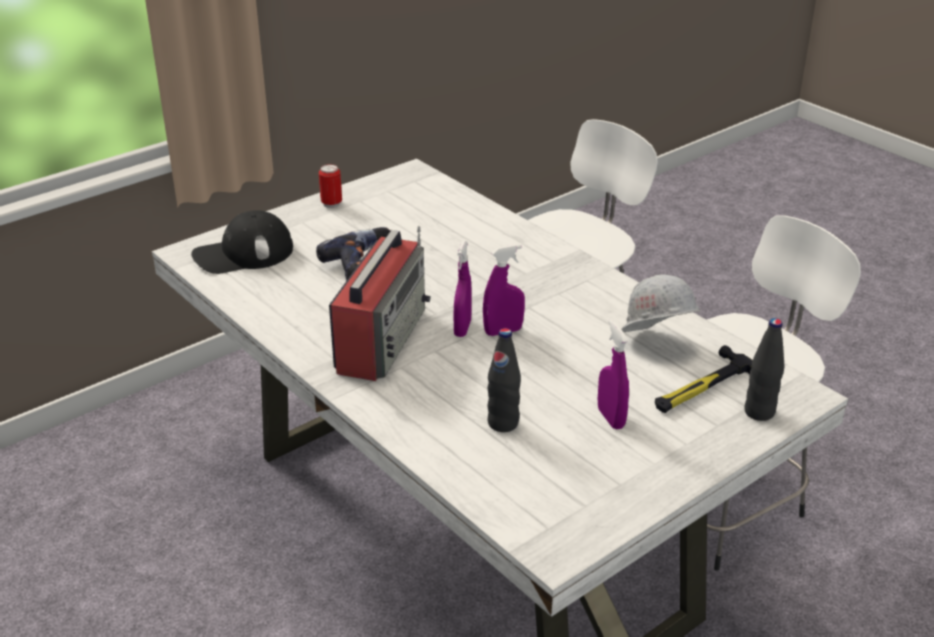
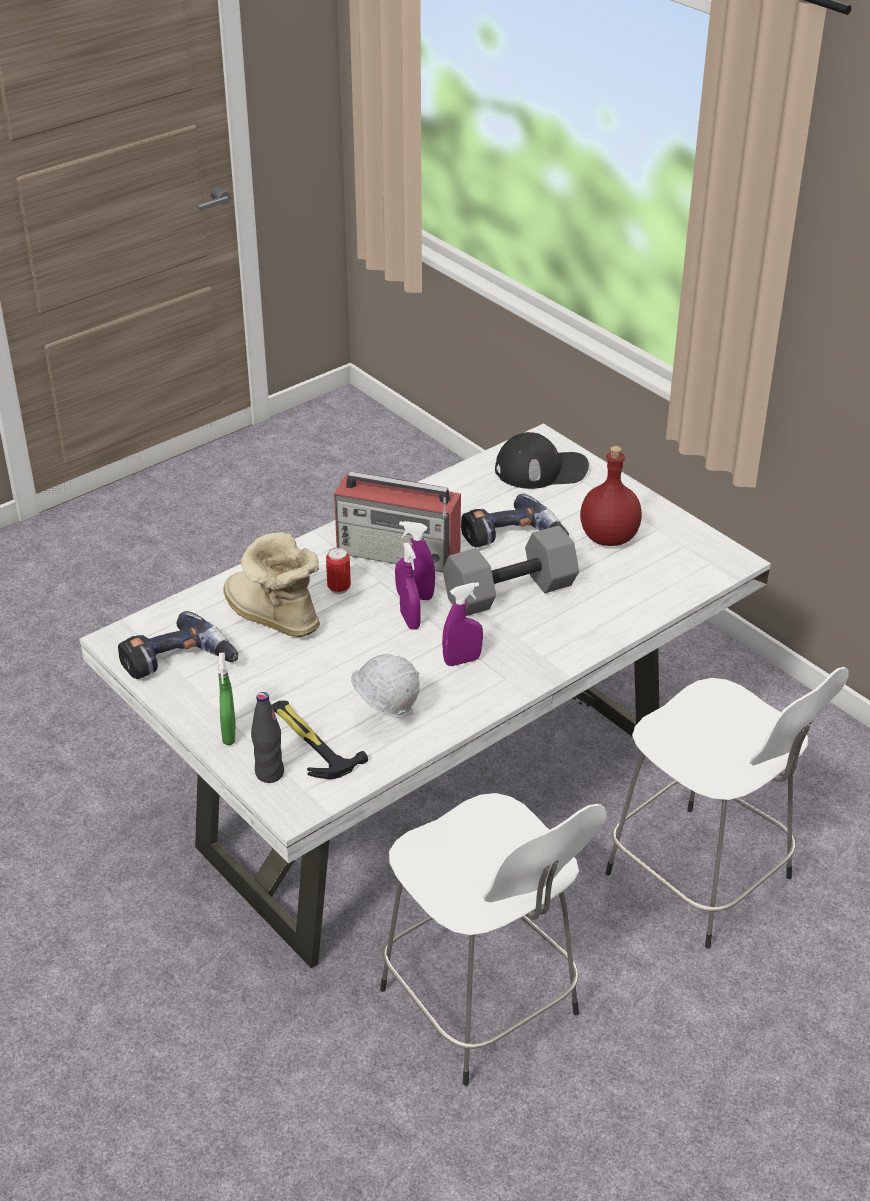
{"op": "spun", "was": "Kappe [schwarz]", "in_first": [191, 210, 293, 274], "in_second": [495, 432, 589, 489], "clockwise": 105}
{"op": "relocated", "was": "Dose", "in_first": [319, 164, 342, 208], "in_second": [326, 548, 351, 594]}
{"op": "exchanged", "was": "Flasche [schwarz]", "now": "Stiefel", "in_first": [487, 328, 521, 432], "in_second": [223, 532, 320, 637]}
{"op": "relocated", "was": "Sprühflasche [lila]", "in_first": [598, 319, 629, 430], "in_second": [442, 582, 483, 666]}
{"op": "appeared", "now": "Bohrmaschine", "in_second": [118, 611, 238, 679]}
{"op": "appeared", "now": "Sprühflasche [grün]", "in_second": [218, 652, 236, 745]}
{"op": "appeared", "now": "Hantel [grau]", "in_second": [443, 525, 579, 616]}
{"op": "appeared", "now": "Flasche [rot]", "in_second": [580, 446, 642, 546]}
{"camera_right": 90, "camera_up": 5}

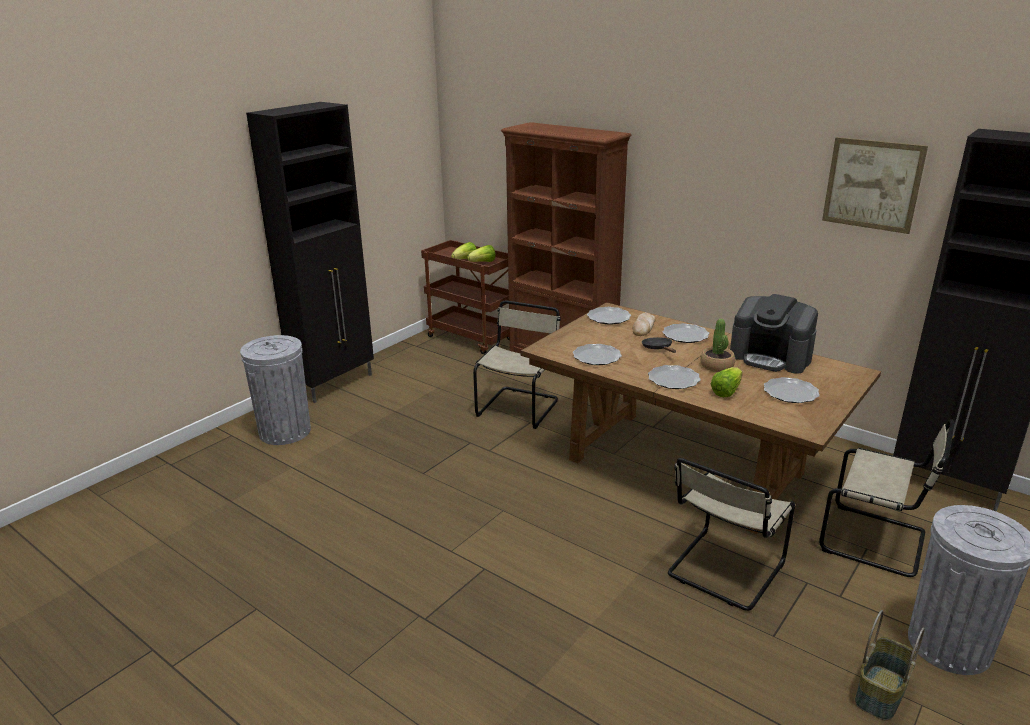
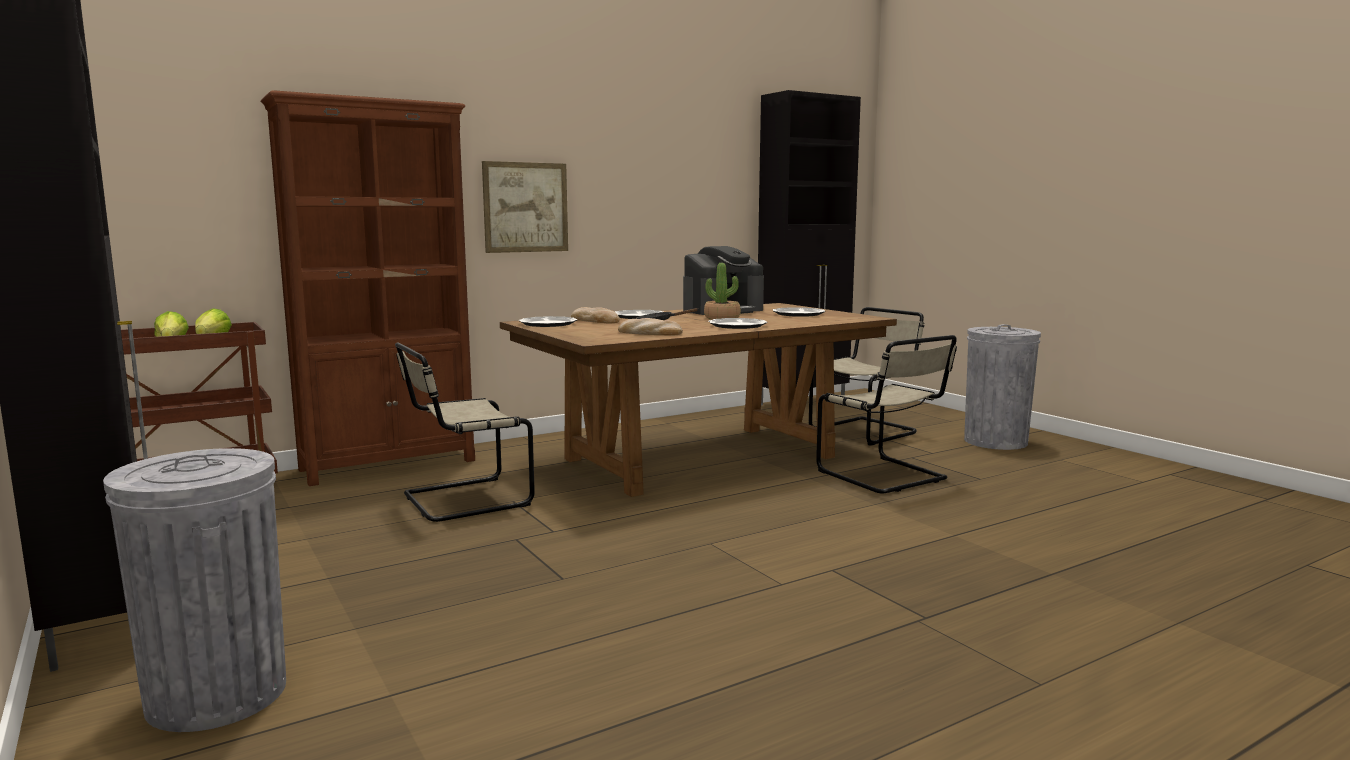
{"op": "spun", "was": "Stuhl [beige]", "in_first": [473, 300, 561, 429], "in_second": [395, 342, 535, 522], "clockwise": -75}
{"op": "exchanged", "was": "Teller", "now": "Brot", "in_first": [573, 344, 622, 365], "in_second": [618, 318, 683, 336]}
{"op": "missing", "was": "Salatkopf", "in_first": [711, 367, 743, 397]}
{"op": "relocated", "was": "Bild", "in_first": [822, 137, 928, 234], "in_second": [482, 161, 568, 253]}
{"op": "missing", "was": "Korb", "in_first": [855, 610, 925, 721]}
{"camera_right": -70, "camera_up": -15}

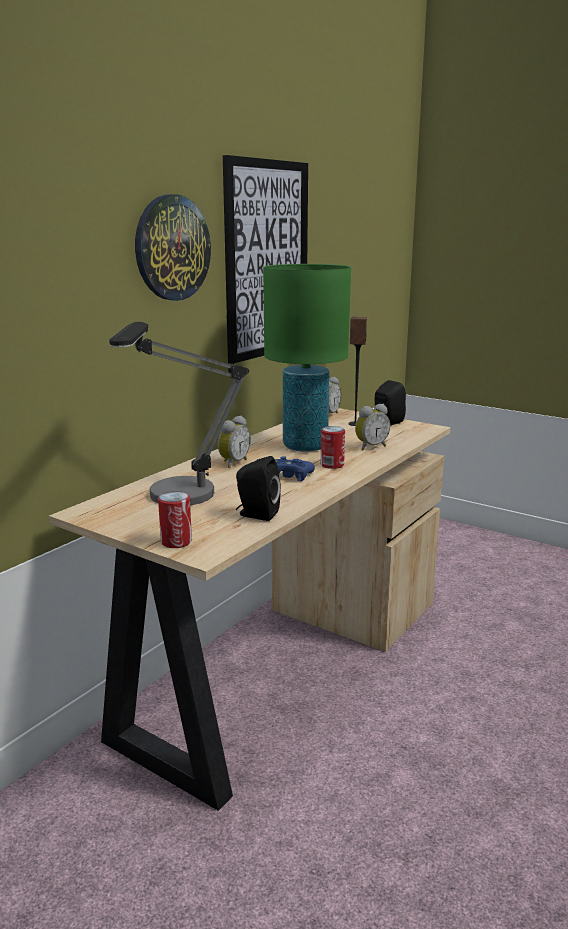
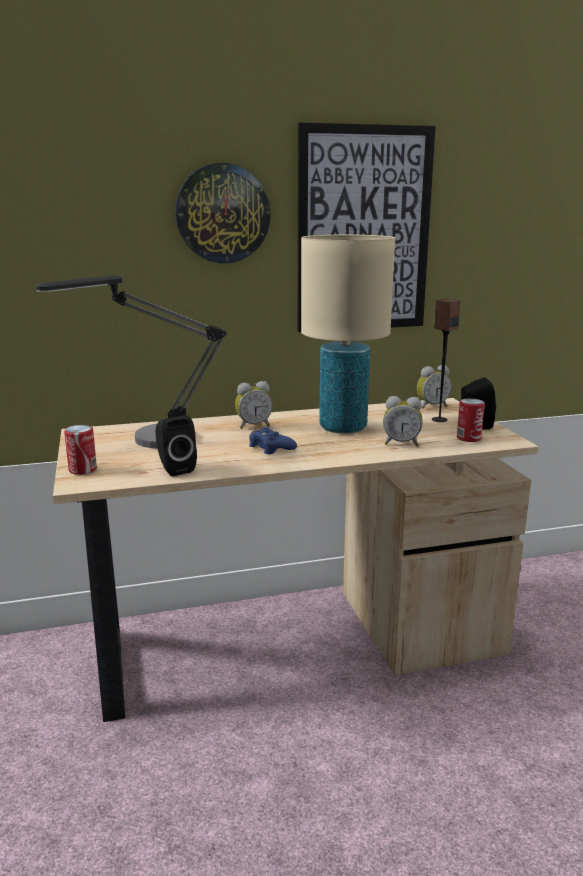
{"op": "colour", "was": "Tischlampe [grün]", "now": "Tischlampe [beige]", "in_first": [263, 264, 351, 452], "in_second": [301, 235, 395, 434]}
{"op": "relocated", "was": "Dose", "in_first": [321, 426, 345, 469], "in_second": [457, 398, 485, 442]}
{"camera_right": 40, "camera_up": 0}

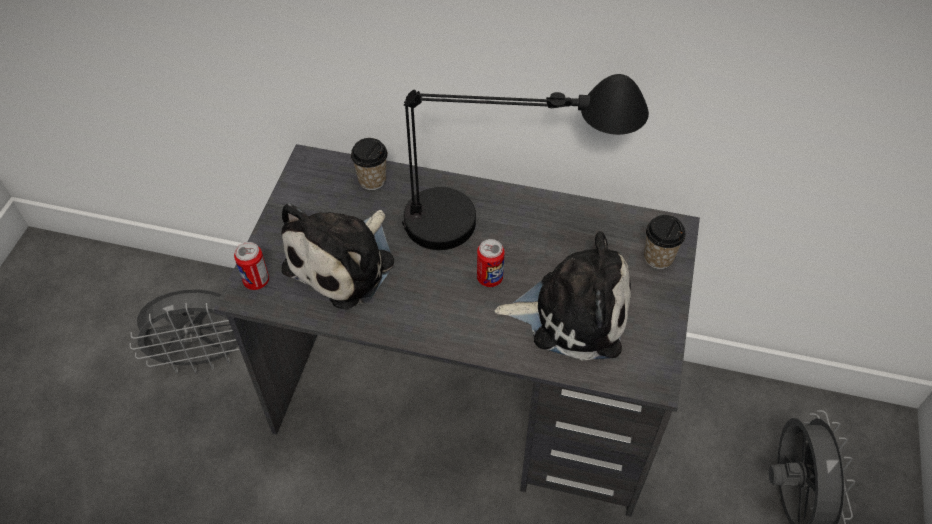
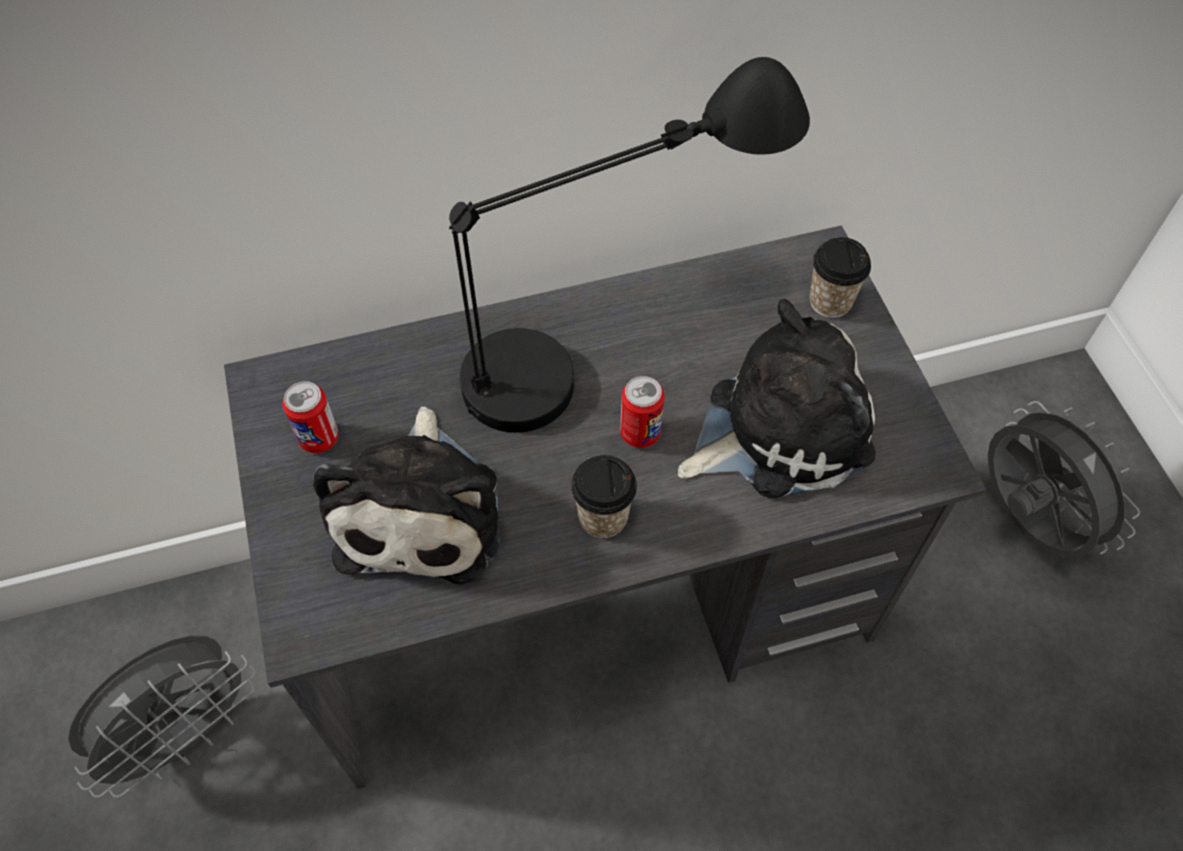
{"op": "relocated", "was": "Dose", "in_first": [234, 242, 269, 290], "in_second": [283, 381, 339, 453]}
{"op": "relocated", "was": "Tasse", "in_first": [351, 138, 388, 190], "in_second": [571, 455, 637, 538]}
{"camera_right": -30, "camera_up": 5}

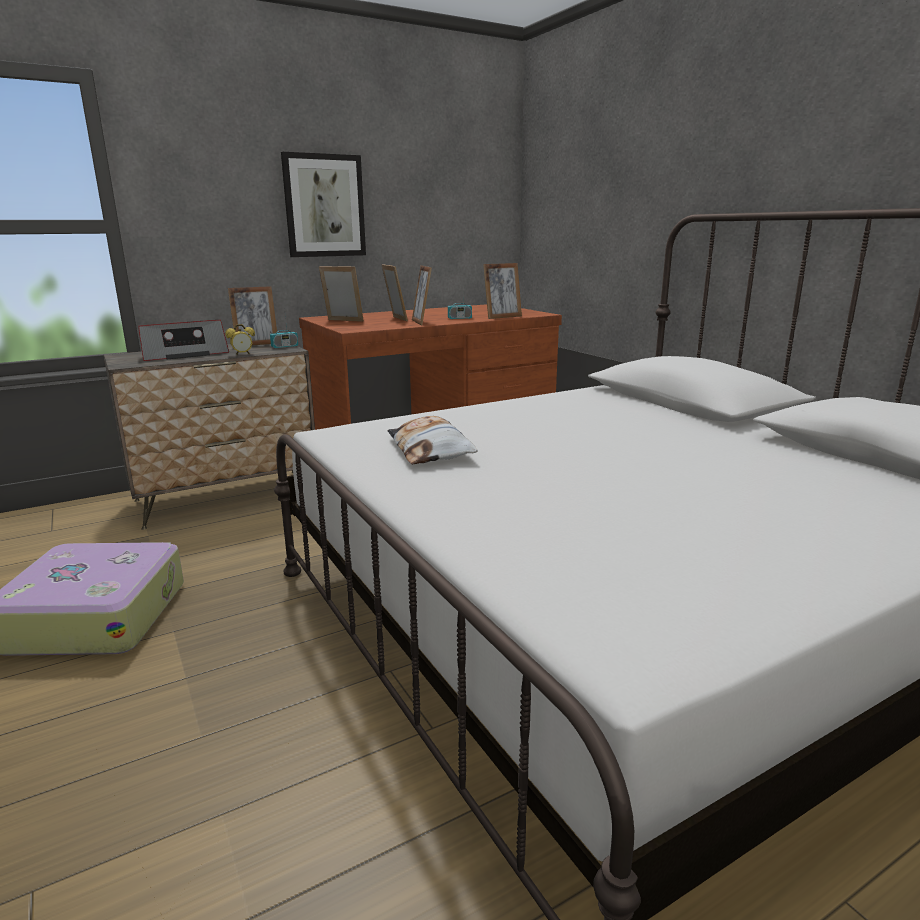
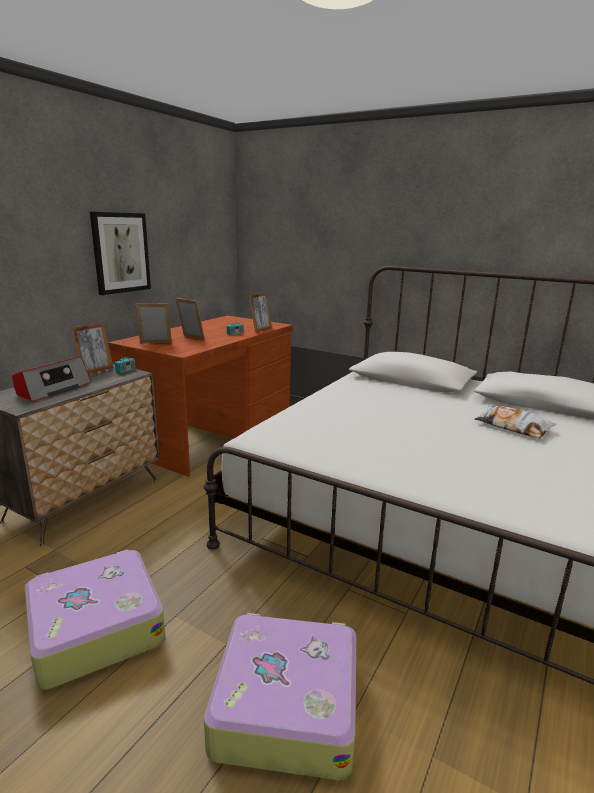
{"op": "missing", "was": "Wecker", "in_first": [225, 324, 255, 355]}
{"op": "relocated", "was": "Kissen", "in_first": [388, 416, 478, 464], "in_second": [475, 406, 556, 439]}
{"op": "missing", "was": "Bilderrahmen", "in_first": [412, 265, 432, 325]}
{"op": "appeared", "now": "Koffer", "in_second": [204, 613, 356, 780]}
{"camera_right": -30, "camera_up": 0}

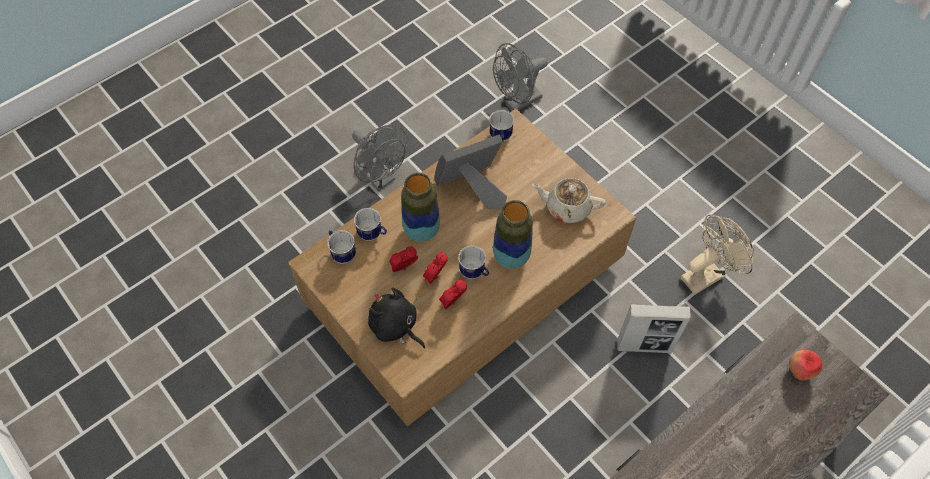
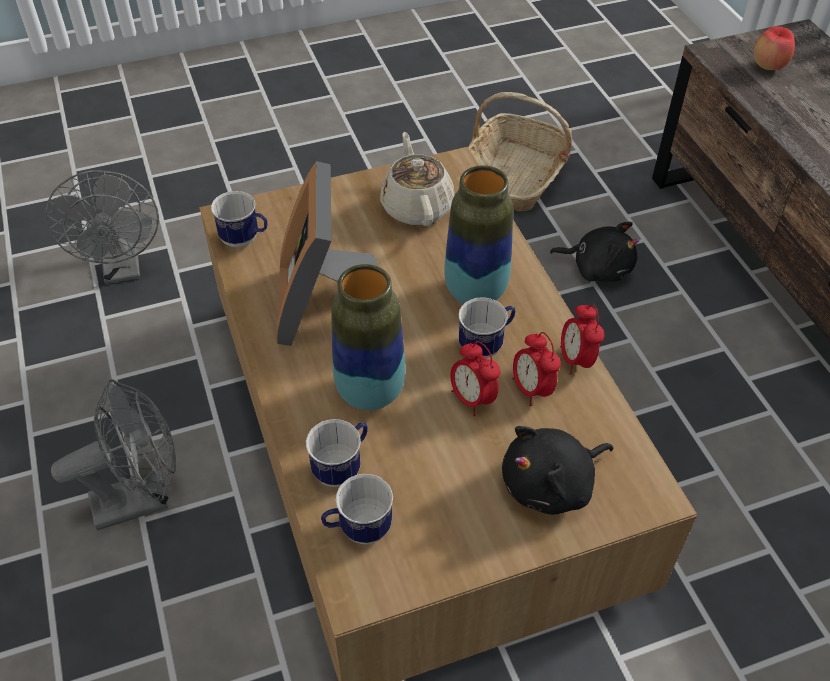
{"op": "relocated", "was": "Wecker", "in_first": [389, 246, 418, 272], "in_second": [560, 304, 604, 375]}
{"op": "spun", "was": "Teekanne [beige]", "in_first": [532, 178, 606, 223], "in_second": [380, 132, 454, 226], "clockwise": 135}
{"op": "exchanged", "was": "Bilderrahmen", "now": "Plüschtier [schwarz]", "in_first": [617, 304, 691, 353], "in_second": [550, 222, 639, 282]}
{"op": "exchanged", "was": "Ventilator [beige]", "now": "Korb", "in_first": [681, 214, 754, 295], "in_second": [468, 92, 572, 211]}
{"camera_right": -70, "camera_up": -10}

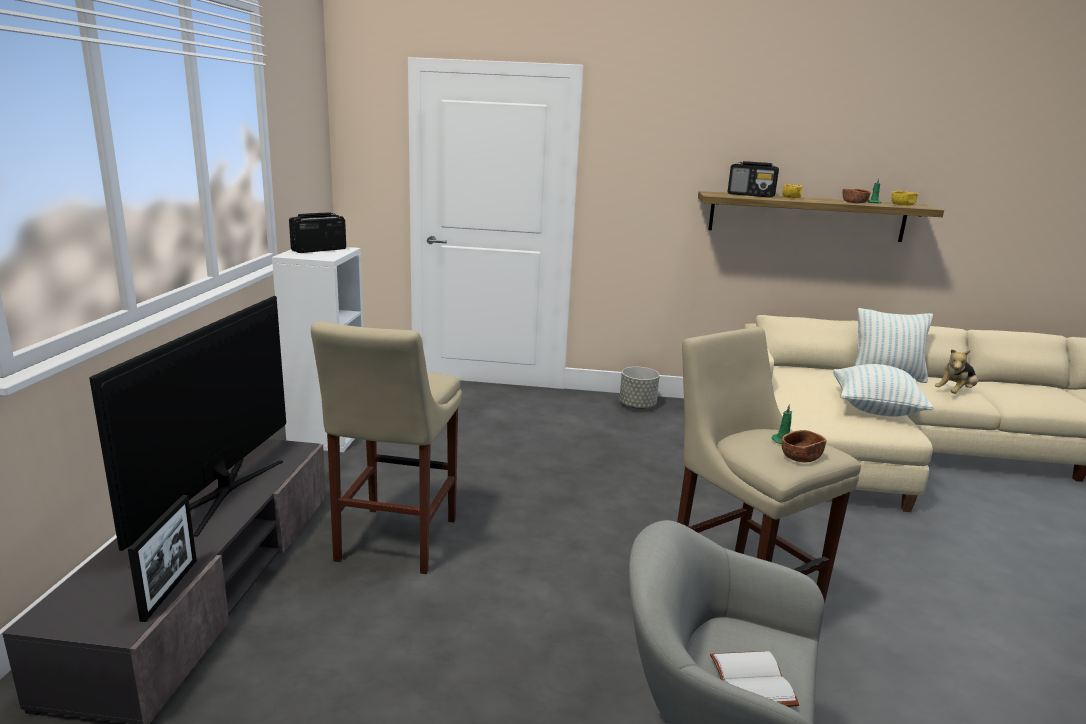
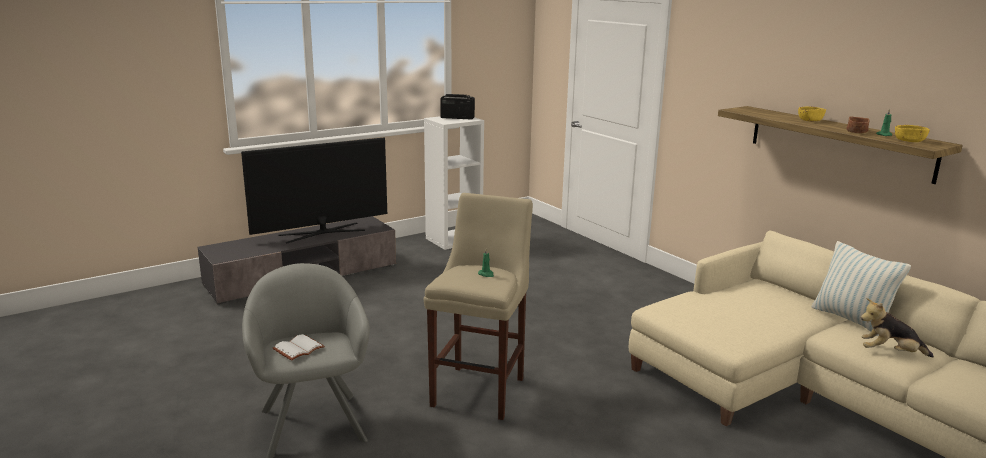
{"op": "missing", "was": "Bilderrahmen", "in_first": [128, 495, 197, 622]}
{"op": "missing", "was": "Hocker [beige]", "in_first": [311, 322, 462, 574]}
{"op": "missing", "was": "Pflanzkübel [grau]", "in_first": [619, 367, 660, 409]}
{"op": "missing", "was": "Radio", "in_first": [728, 161, 779, 198]}
{"op": "missing", "was": "Schüssel [braun]", "in_first": [782, 430, 826, 462]}
{"op": "missing", "was": "Kissen", "in_first": [833, 364, 933, 416]}
{"camera_right": 50, "camera_up": 0}

